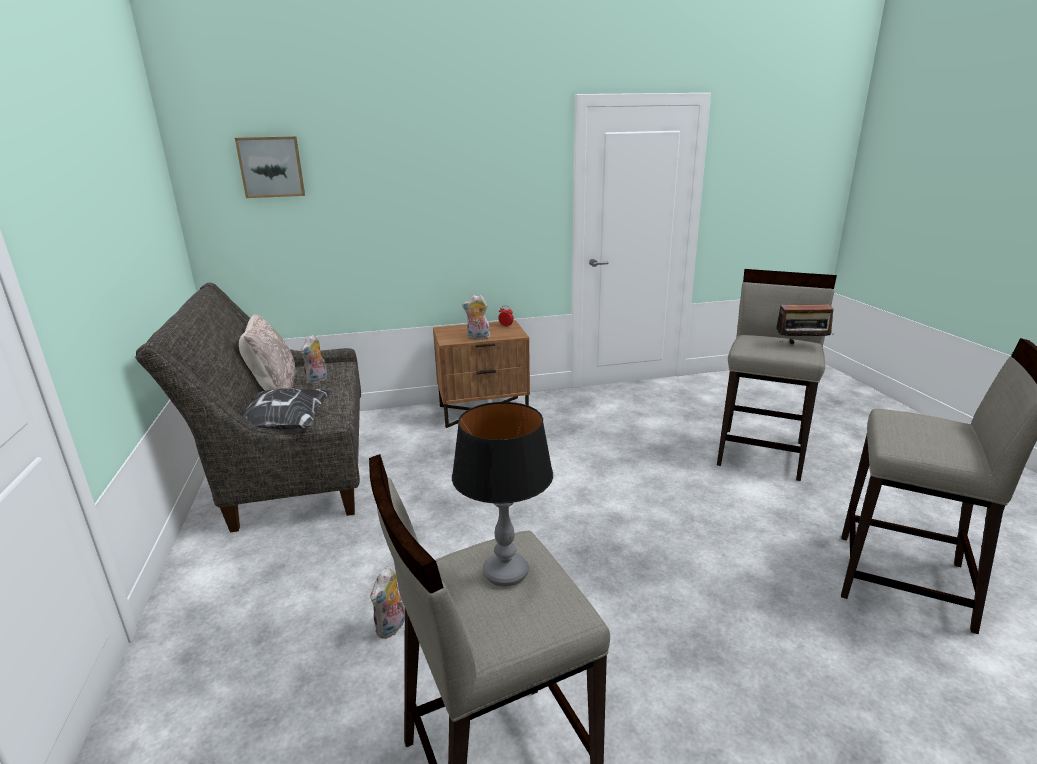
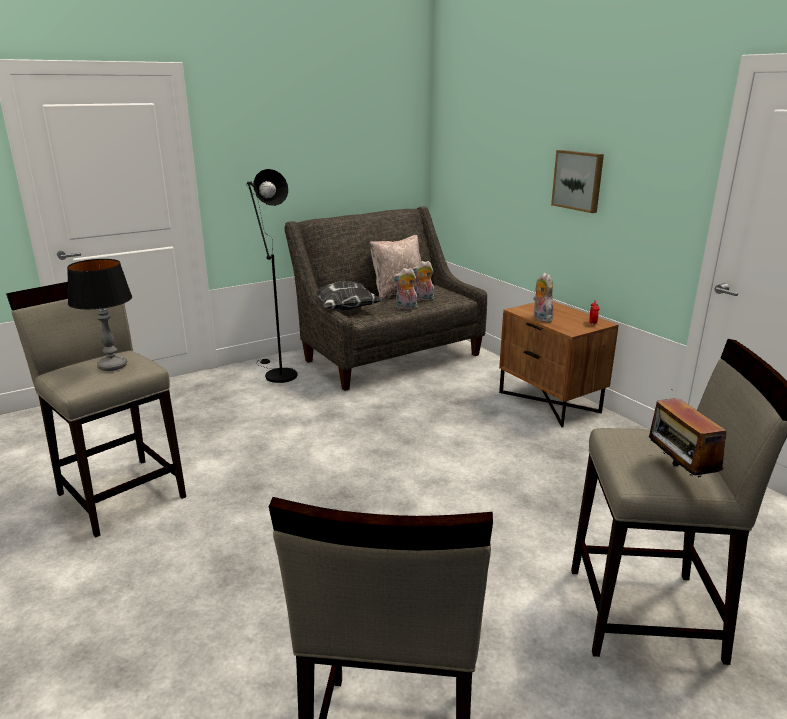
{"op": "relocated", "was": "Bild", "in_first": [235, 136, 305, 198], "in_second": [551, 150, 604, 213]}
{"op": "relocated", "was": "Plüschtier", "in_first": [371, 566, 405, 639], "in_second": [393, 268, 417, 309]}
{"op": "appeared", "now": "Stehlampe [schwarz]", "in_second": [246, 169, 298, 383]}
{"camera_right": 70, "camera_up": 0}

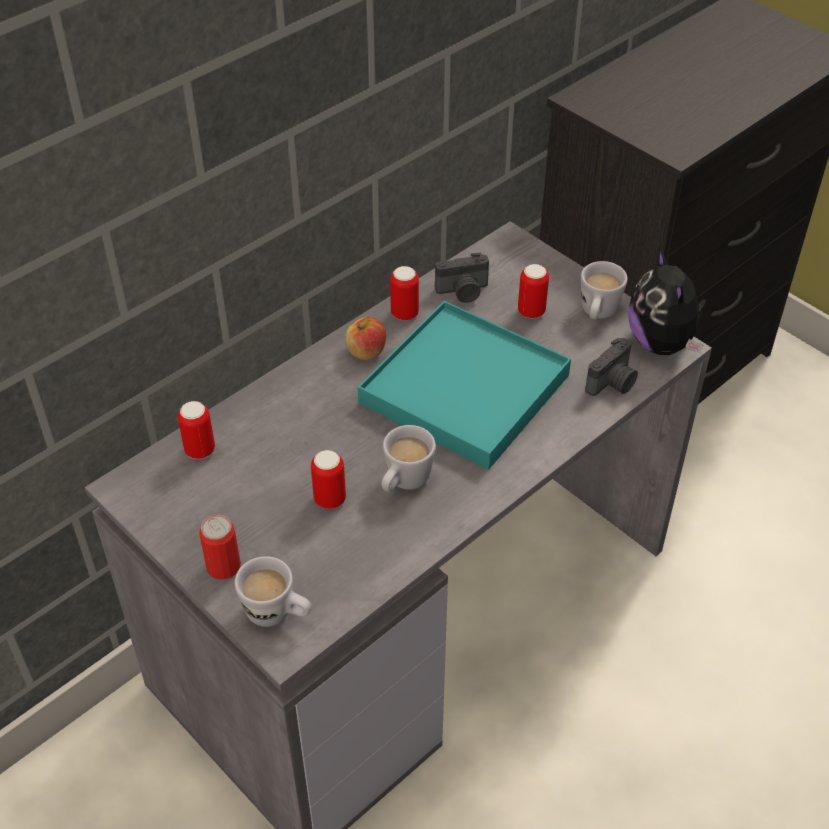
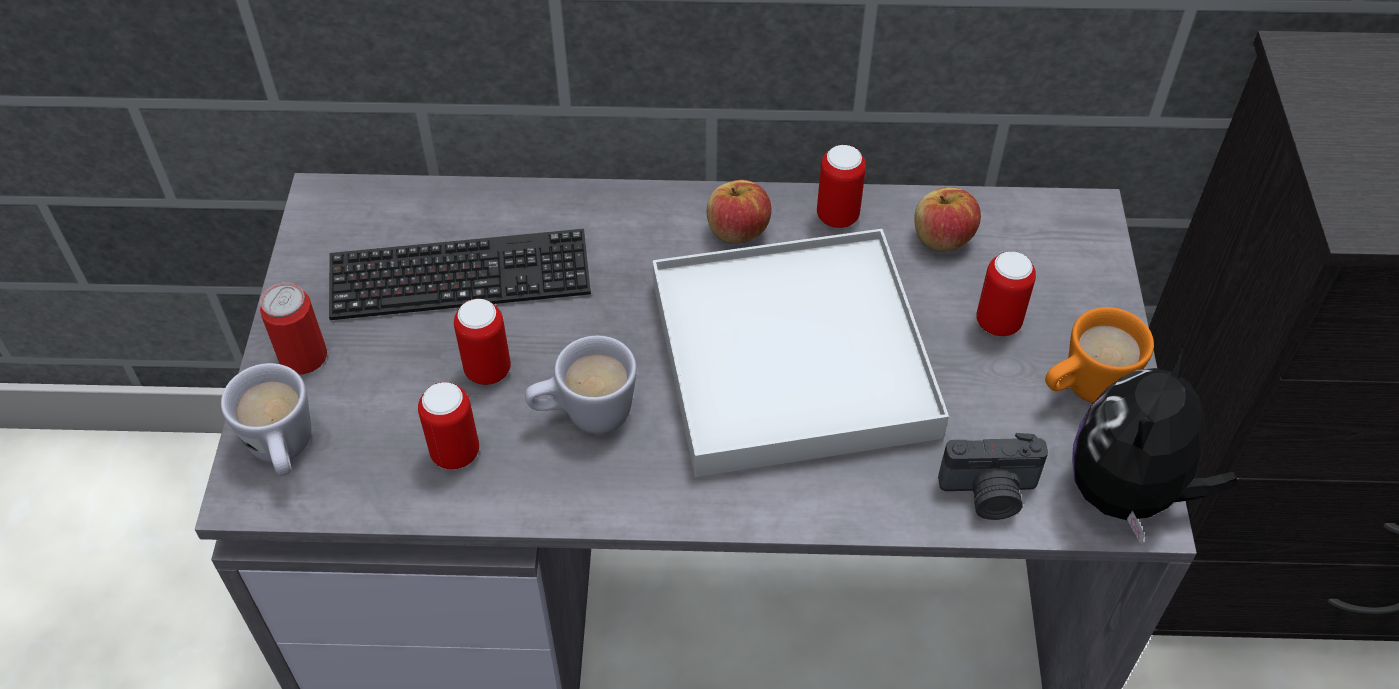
{"op": "relocated", "was": "Dose", "in_first": [178, 401, 215, 460], "in_second": [418, 382, 479, 470]}
{"op": "colour", "was": "Tablett [türkis]", "now": "Tablett [weiß]", "in_first": [358, 301, 571, 470], "in_second": [653, 229, 949, 477]}
{"op": "exchanged", "was": "Kamera", "now": "Apfel", "in_first": [435, 253, 489, 303], "in_second": [914, 187, 981, 252]}
{"op": "colour", "was": "Henkelbecher [weiß]", "now": "Henkelbecher [orange]", "in_first": [581, 261, 628, 320], "in_second": [1045, 307, 1154, 403]}
{"op": "appeared", "now": "Tastatur", "in_second": [329, 229, 591, 320]}
{"camera_right": 45, "camera_up": 5}

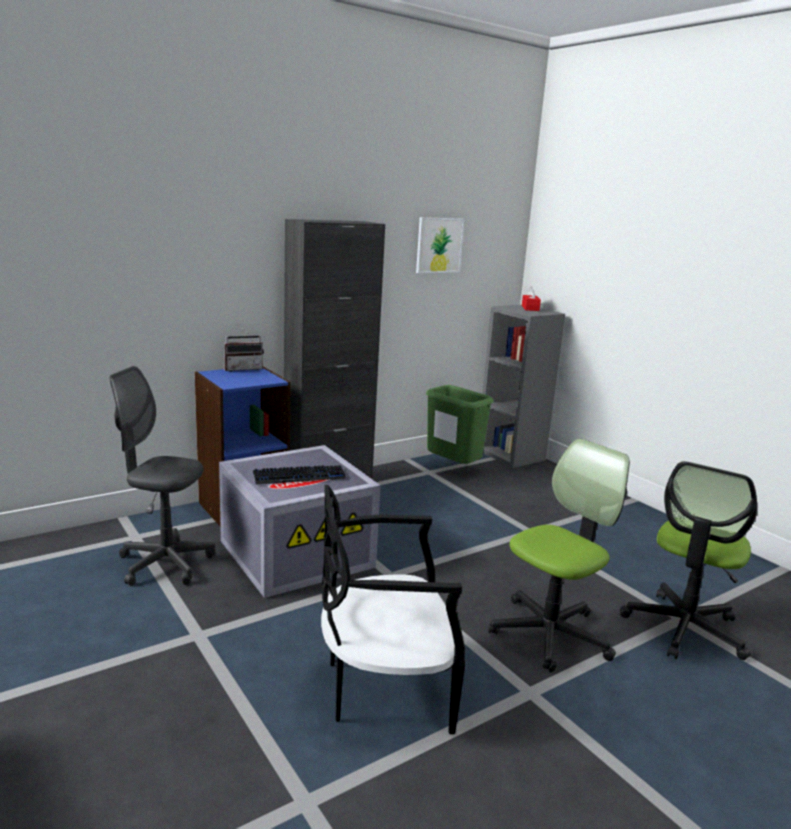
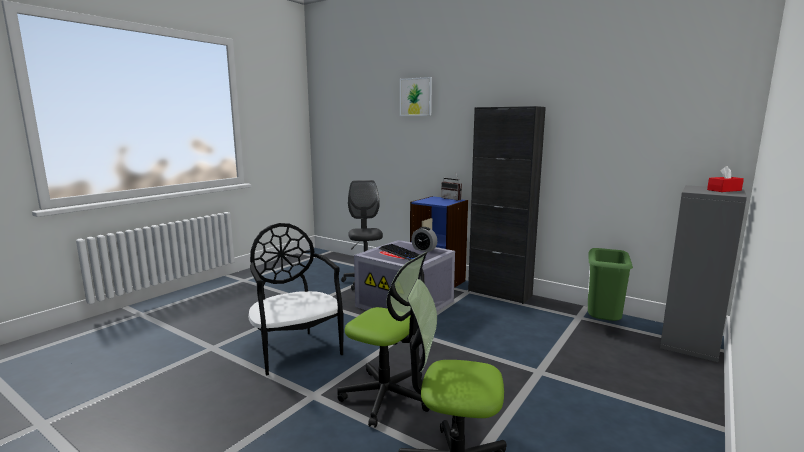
{"op": "relocated", "was": "Bild", "in_first": [416, 217, 464, 273], "in_second": [400, 77, 432, 116]}
{"op": "appeared", "now": "Wecker", "in_second": [411, 227, 437, 252]}
{"camera_right": 70, "camera_up": -5}

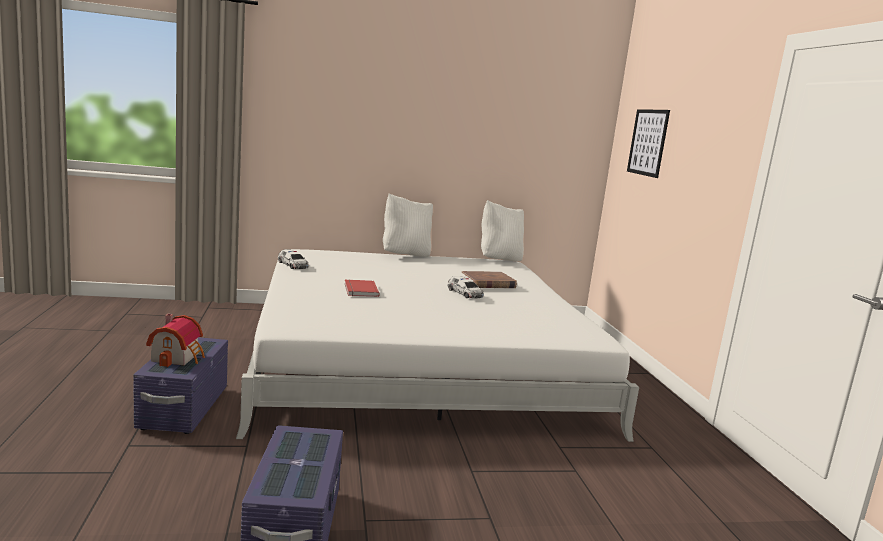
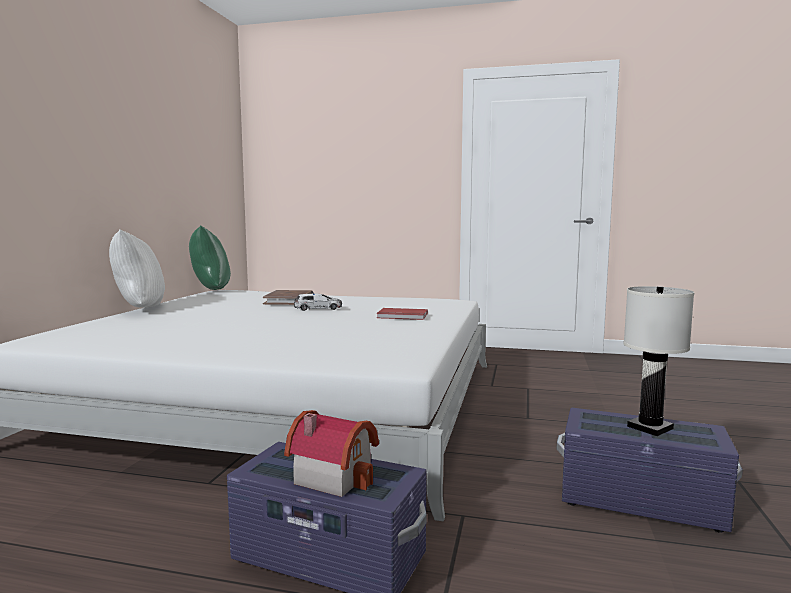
{"op": "missing", "was": "Spielzeugauto", "in_first": [278, 250, 309, 269]}
{"op": "relocated", "was": "Buch [rot]", "in_first": [344, 279, 380, 297], "in_second": [377, 308, 428, 320]}
{"op": "colour", "was": "Kissen [weiß]", "now": "Kissen [grün]", "in_first": [481, 200, 524, 261], "in_second": [189, 225, 231, 290]}
{"op": "missing", "was": "Bild", "in_first": [627, 109, 670, 178]}
{"op": "appeared", "now": "Tischlampe [weiß]", "in_second": [624, 286, 694, 436]}
{"camera_right": -65, "camera_up": -5}

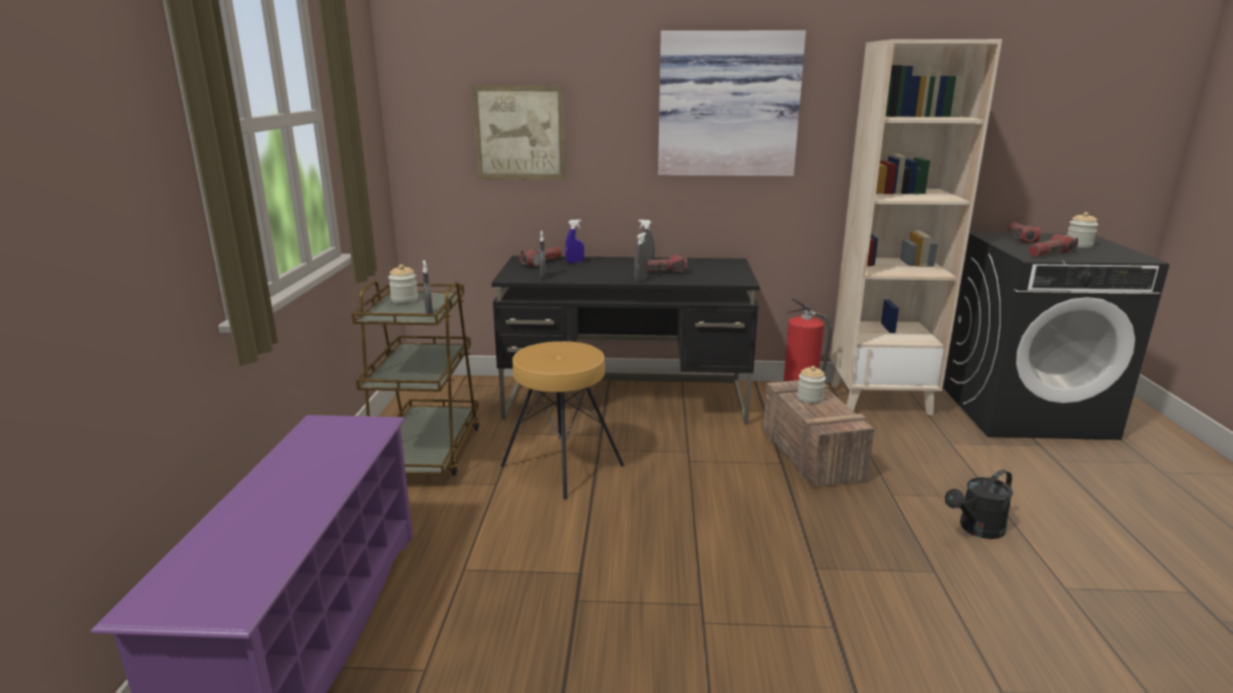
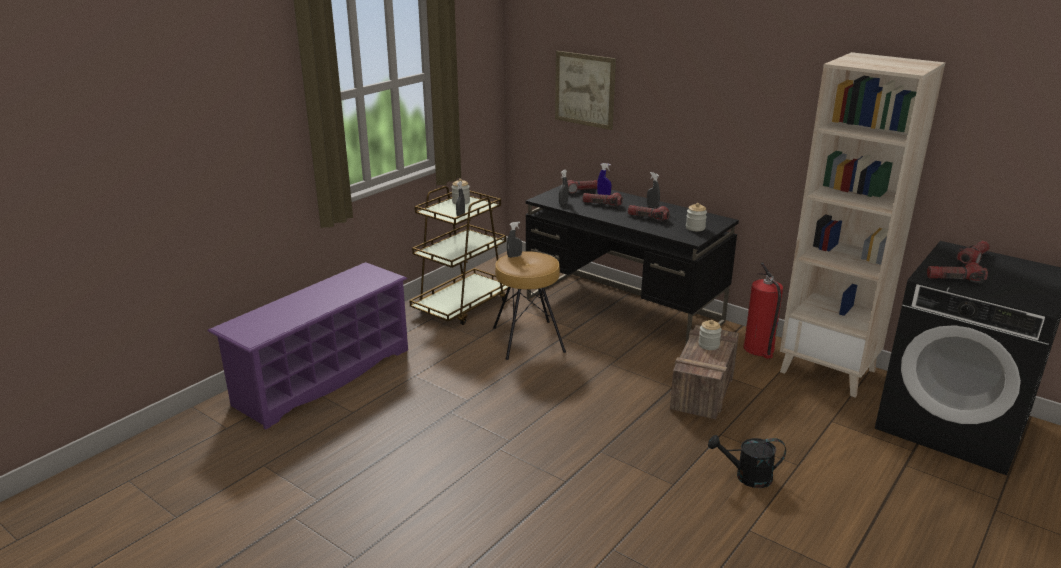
{"op": "relocated", "was": "Sprühflasche [grau]", "in_first": [634, 233, 648, 282], "in_second": [507, 222, 522, 258]}
{"op": "missing", "was": "Bild", "in_first": [658, 30, 806, 176]}
{"op": "relocated", "was": "Vorratsglas", "in_first": [1067, 212, 1098, 248], "in_second": [686, 203, 707, 231]}
{"op": "appeared", "now": "Taschenlampe", "in_second": [583, 193, 623, 207]}
{"camera_right": 35, "camera_up": 5}

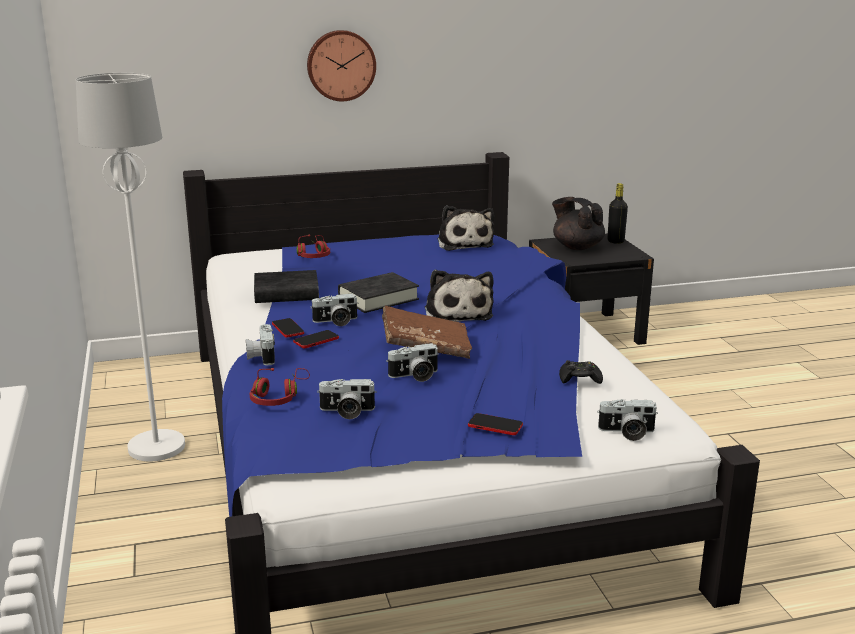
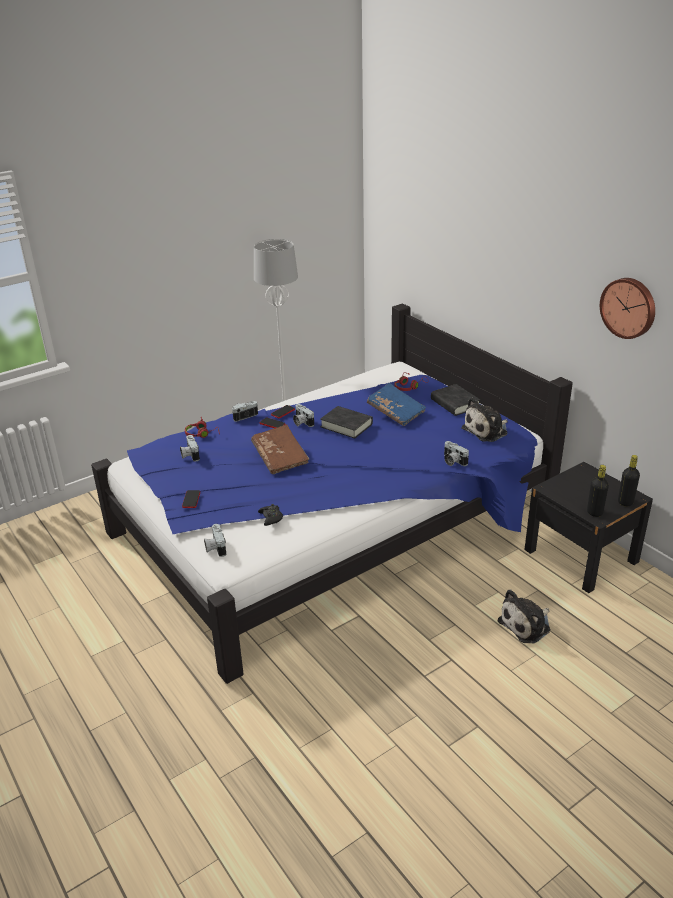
{"op": "relocated", "was": "Buch [schwarz]", "in_first": [254, 270, 319, 303], "in_second": [431, 384, 480, 416]}
{"op": "relocated", "was": "Wanduhr", "in_first": [307, 30, 376, 101], "in_second": [600, 278, 655, 339]}
{"op": "relocated", "was": "Kamera", "in_first": [386, 343, 439, 382], "in_second": [444, 441, 469, 466]}
{"op": "relocated", "was": "Plüschtier", "in_first": [425, 270, 494, 322], "in_second": [498, 589, 550, 644]}
{"op": "missing", "was": "Teekanne [schwarz]", "in_first": [552, 197, 605, 250]}
{"op": "appeared", "now": "Buch [blau]", "in_second": [367, 383, 426, 426]}
{"op": "appeared", "now": "Flasche [schwarz]", "in_second": [587, 465, 609, 517]}
{"camera_right": 70, "camera_up": 10}

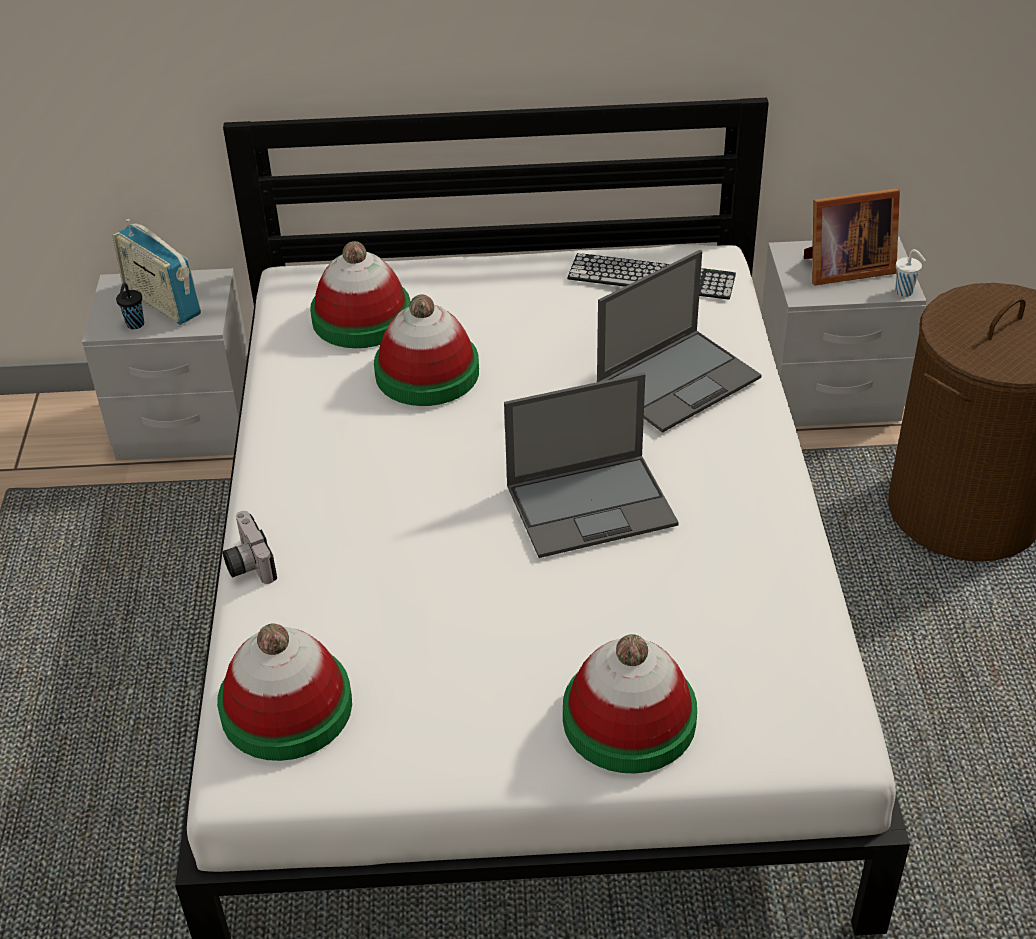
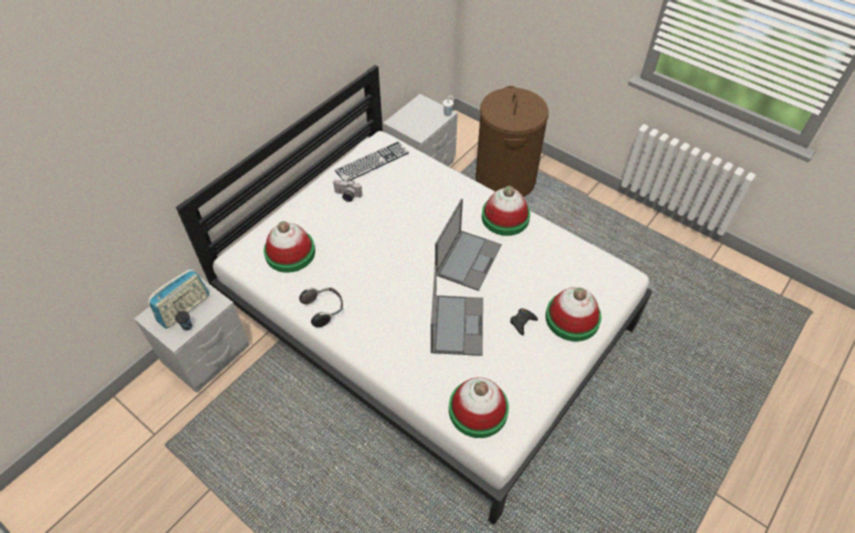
{"op": "spun", "was": "Radio", "in_first": [112, 219, 201, 325], "in_second": [148, 269, 209, 329], "clockwise": -45}
{"op": "relocated", "was": "Kamera", "in_first": [223, 511, 277, 584], "in_second": [333, 179, 362, 202]}
{"op": "relocated", "was": "Hut", "in_first": [374, 294, 479, 406], "in_second": [482, 186, 530, 236]}
{"op": "relocated", "was": "Laptop", "in_first": [597, 250, 762, 433], "in_second": [431, 265, 483, 356]}
{"op": "missing", "was": "Bilderrahmen", "in_first": [804, 188, 900, 285]}
{"op": "appeared", "now": "Kopfhörer", "in_second": [299, 287, 343, 327]}
{"op": "appeared", "now": "Gamepad [schwarz]", "in_second": [510, 308, 538, 335]}
{"camera_right": -50, "camera_up": 10}

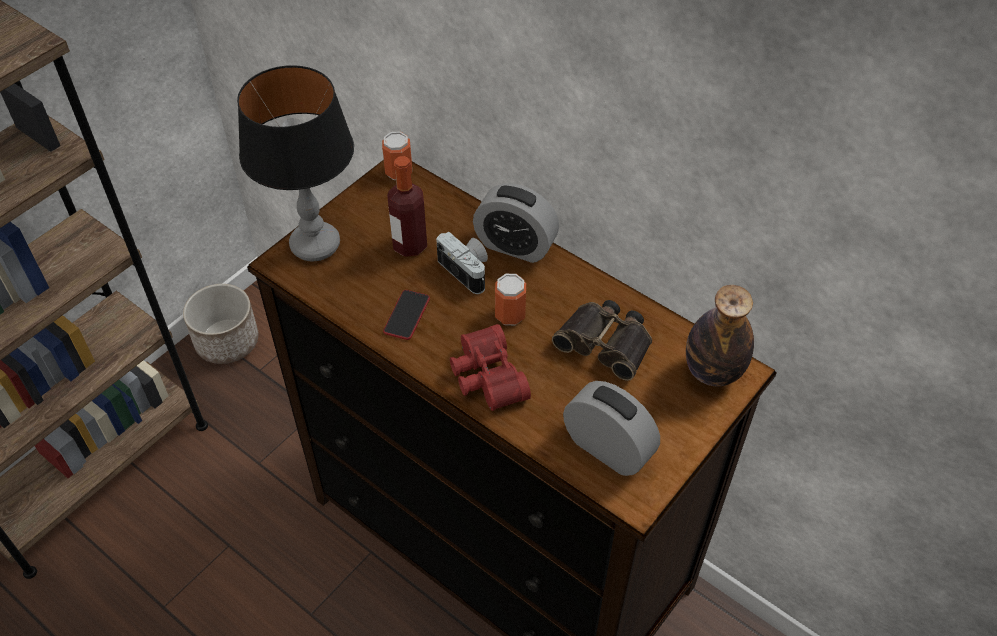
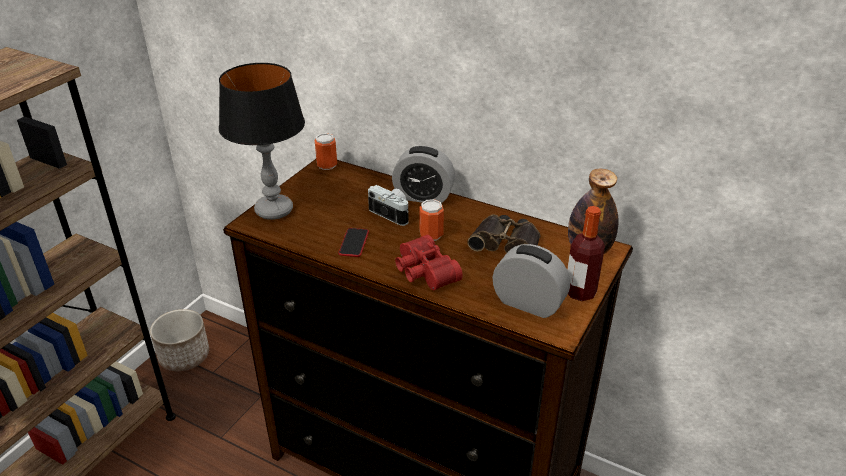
{"op": "relocated", "was": "Flasche", "in_first": [387, 156, 427, 257], "in_second": [567, 206, 605, 301]}
{"camera_right": -10, "camera_up": -15}

